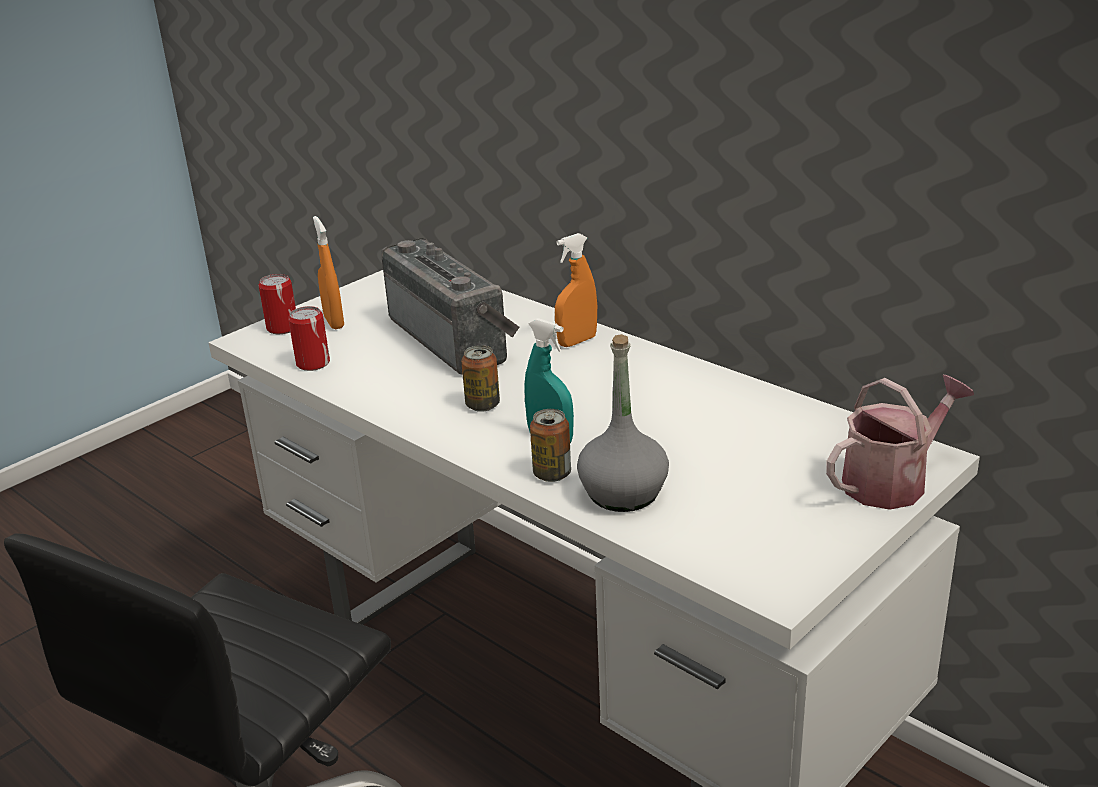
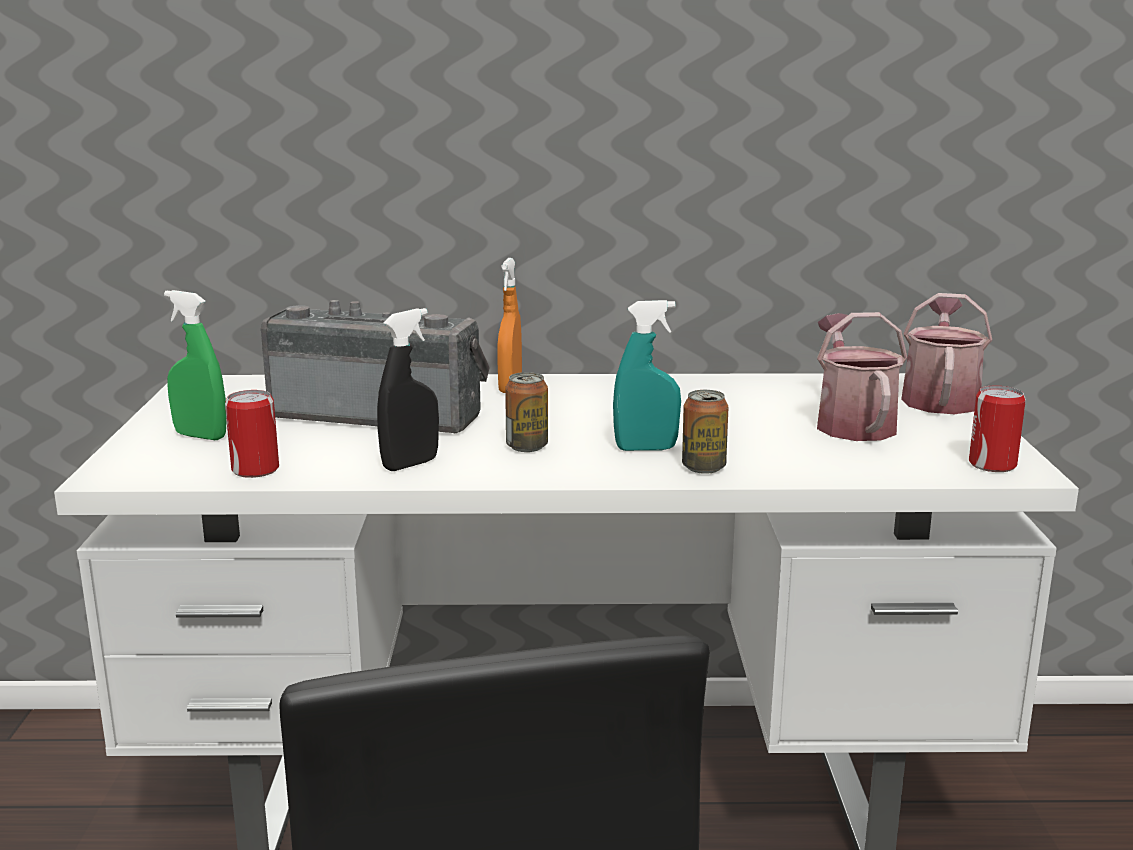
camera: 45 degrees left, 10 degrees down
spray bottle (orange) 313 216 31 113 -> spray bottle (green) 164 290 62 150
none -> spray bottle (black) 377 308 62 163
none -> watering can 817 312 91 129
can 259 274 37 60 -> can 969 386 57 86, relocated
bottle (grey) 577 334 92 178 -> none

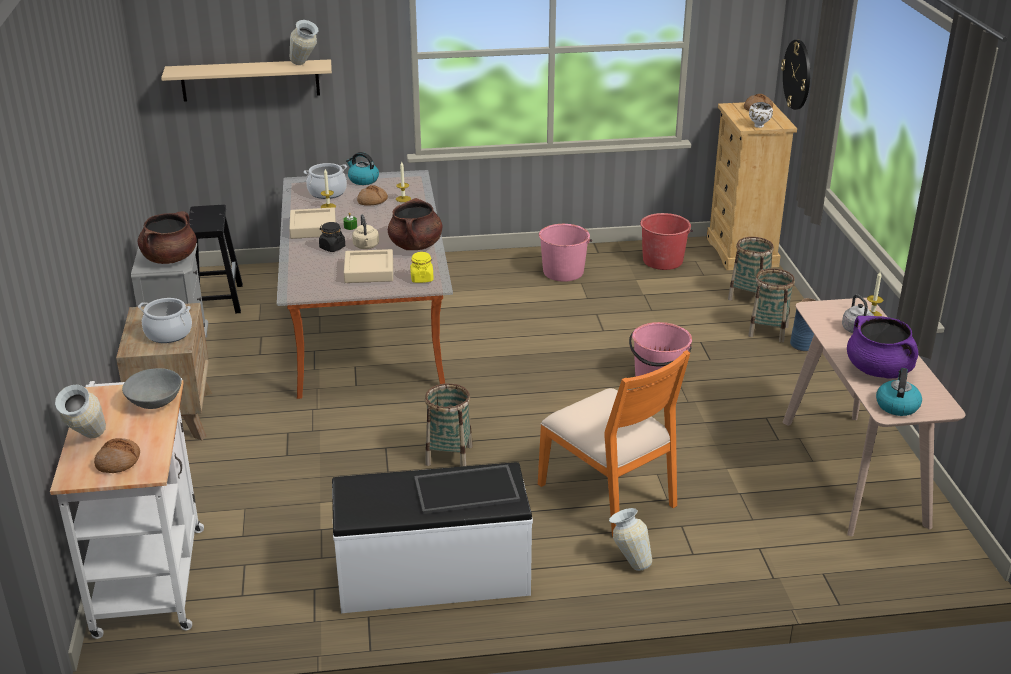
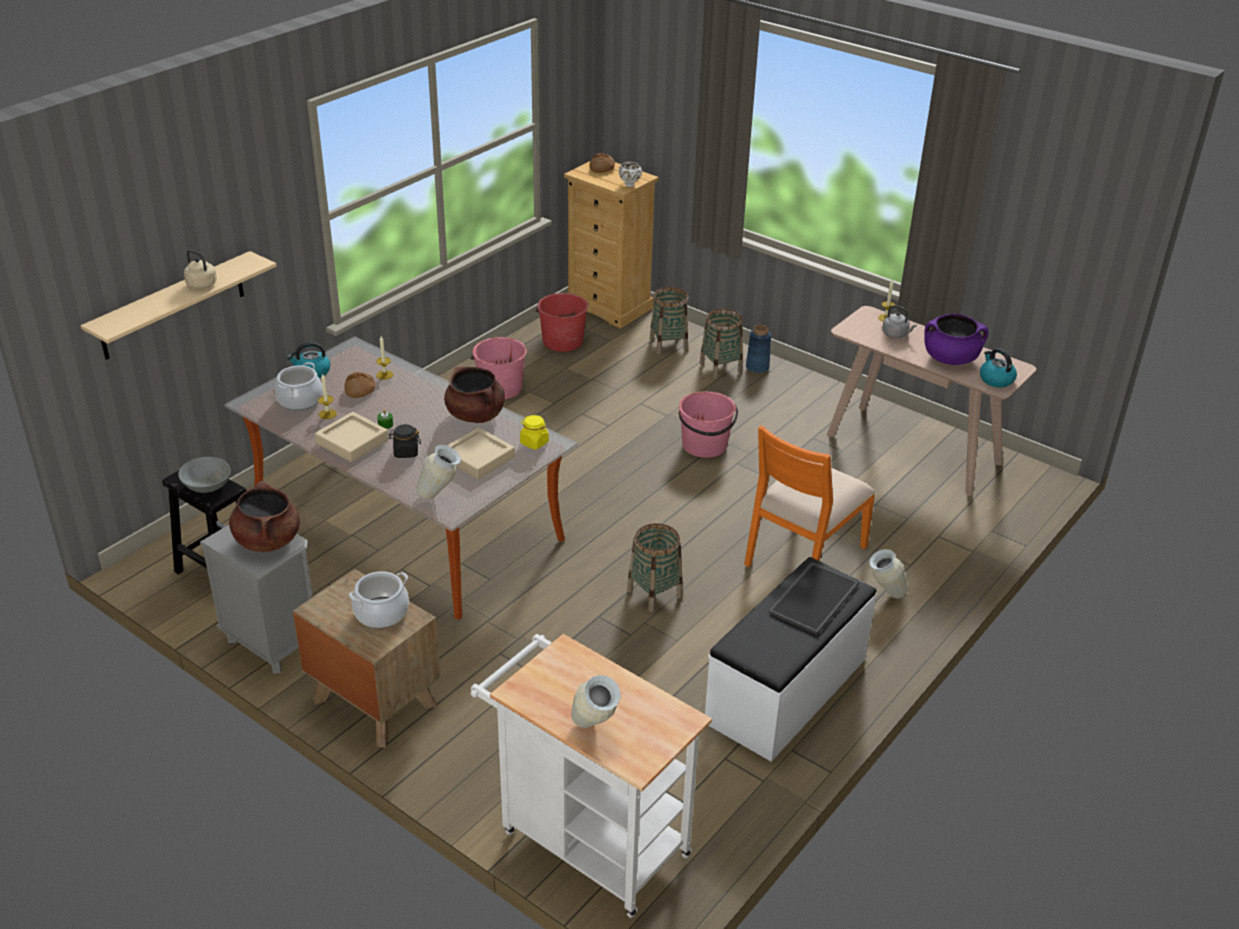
camera: 45 degrees left, 5 degrees up
bowl (grey) 122 368 59 41 -> bowl (grey) 178 457 52 36, relocated
kettle (beige) 352 214 27 35 -> kettle (beige) 184 250 33 39, relocated
vase 290 20 28 45 -> vase 416 445 45 54, relocated
chair (orange) 538 350 152 186 -> chair (orange) 744 426 132 141, 120 degrees clockwise
bread 94 438 46 35 -> none
wall clock 781 40 29 70 -> none

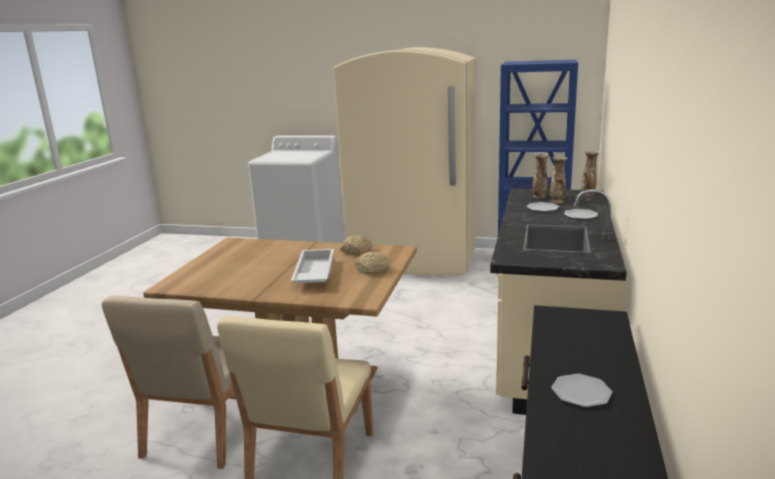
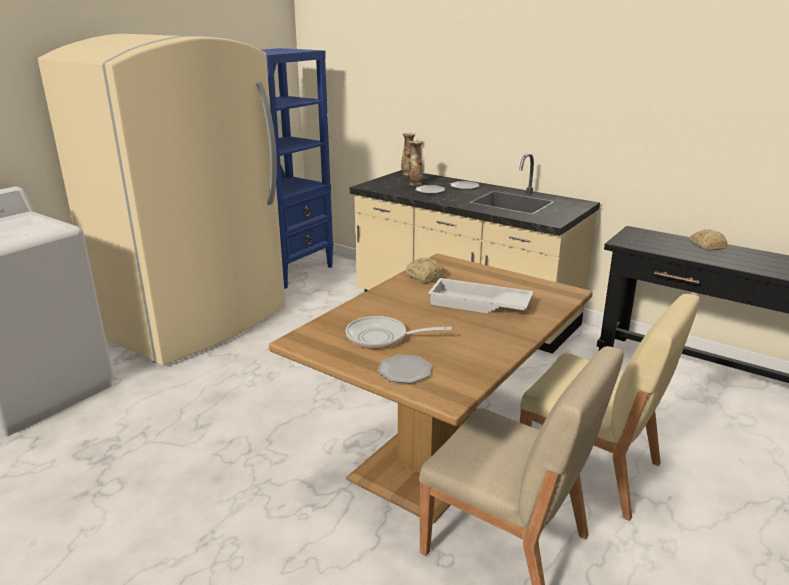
camera: 70 degrees left, 5 degrees up
none -> frying pan 346 316 106 33
plate 551 374 62 33 -> plate 378 355 54 29, relocated
bread 355 251 35 23 -> bread 689 229 38 22, relocated
vase 532 153 17 45 -> none

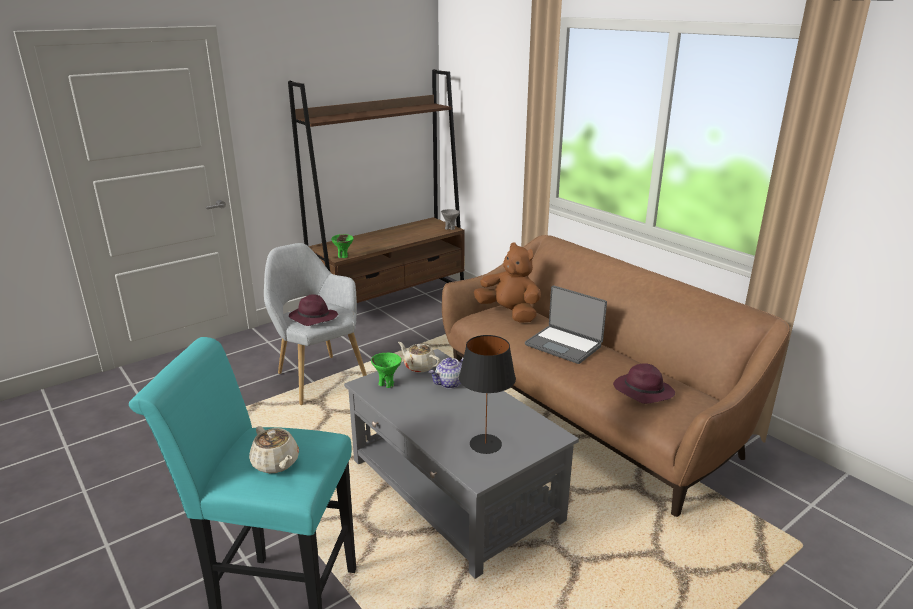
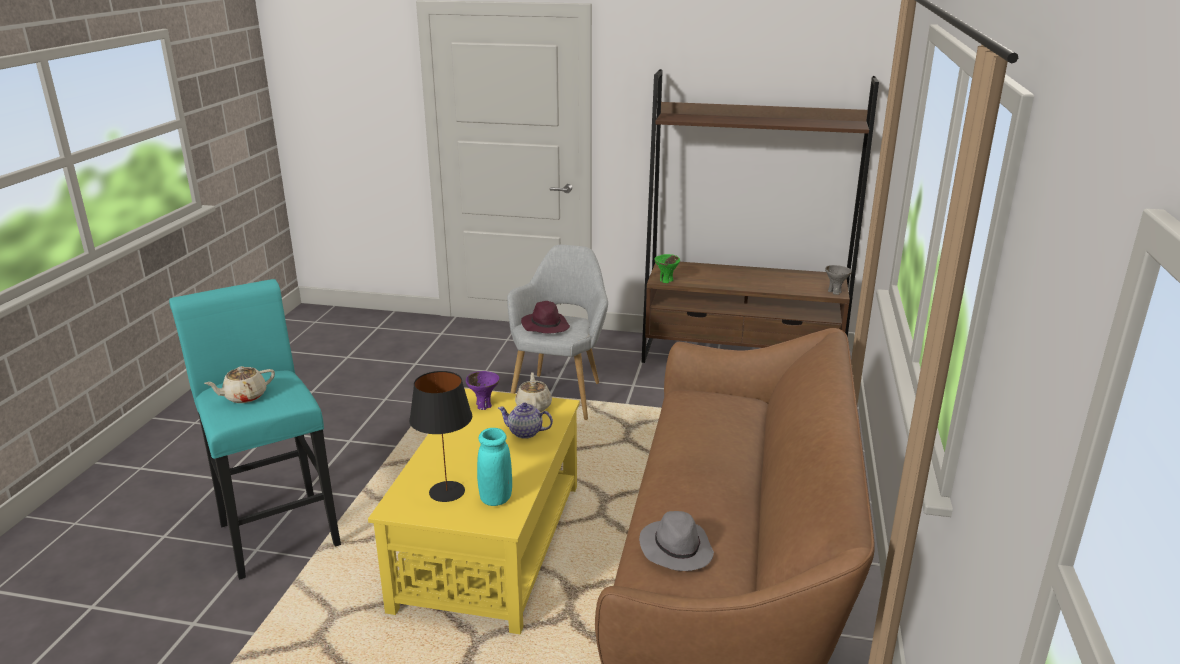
camera: 50 degrees right, 0 degrees up
teapot (beige) 249 426 50 48 -> teapot (beige) 204 366 71 37, 45 degrees clockwise
coffee table (grey) 344 349 235 230 -> coffee table (yellow) 368 389 212 245
bowl (green) 371 353 31 35 -> bowl (purple) 466 371 34 39
none -> vase (turquoise) 477 428 35 78
hat (purple) 613 363 62 41 -> hat (grey) 639 511 75 60
plush toy (brown) 474 243 67 80 -> none
laptop 525 285 82 79 -> none

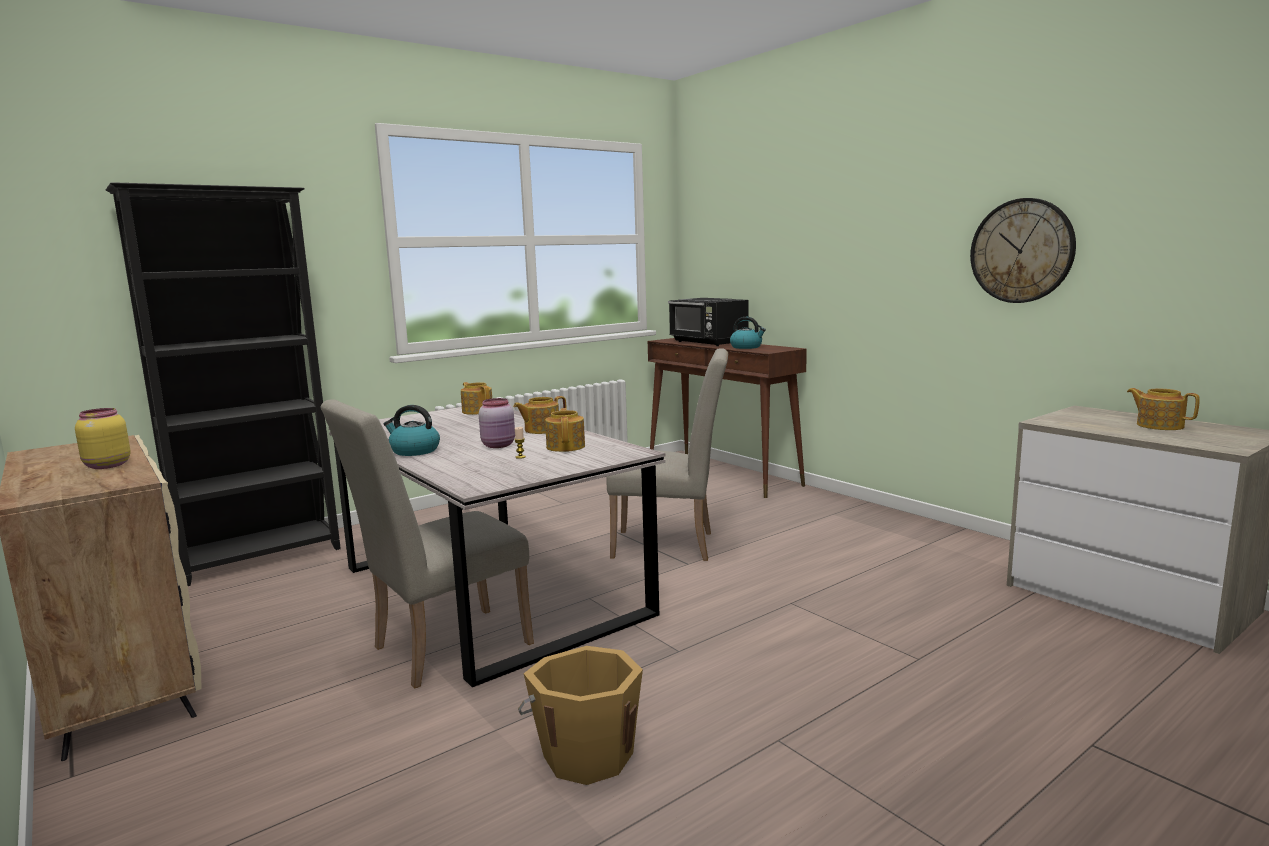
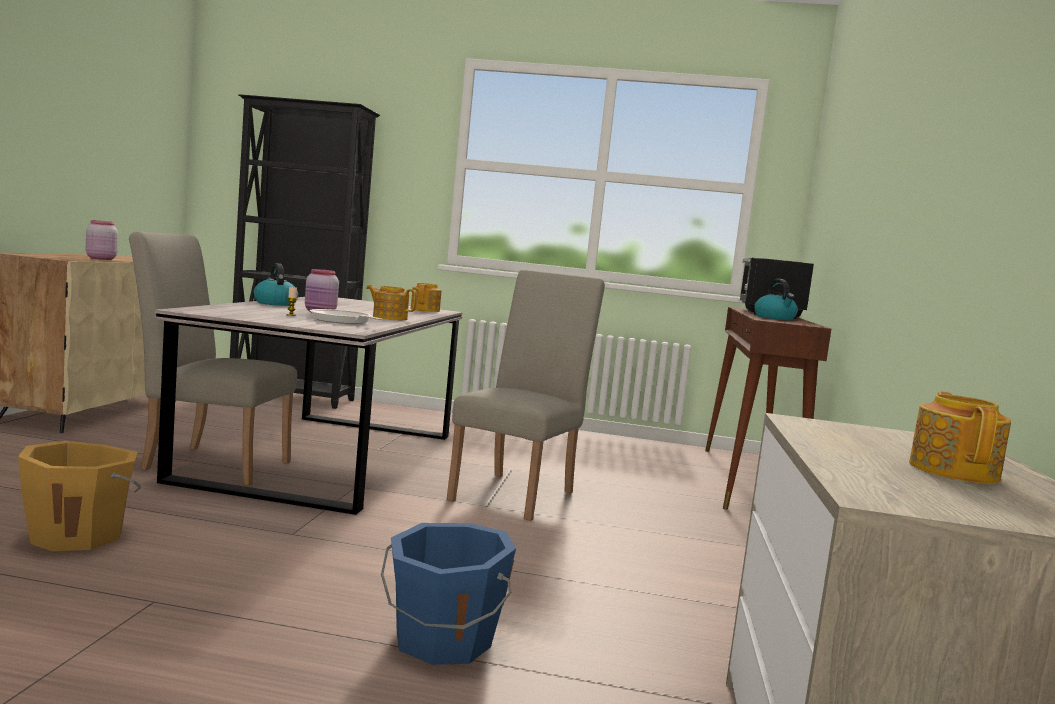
camera: 45 degrees right, 5 degrees down
jar (yellow) 75 408 56 61 -> jar (pink) 86 220 32 40
teapot 545 408 40 44 -> frying pan 310 309 72 15
none -> bucket (blue) 381 523 135 142
chair (beige) 607 348 121 213 -> chair (beige) 447 270 158 251, 120 degrees counterclockwise
wall clock 970 198 106 105 -> none

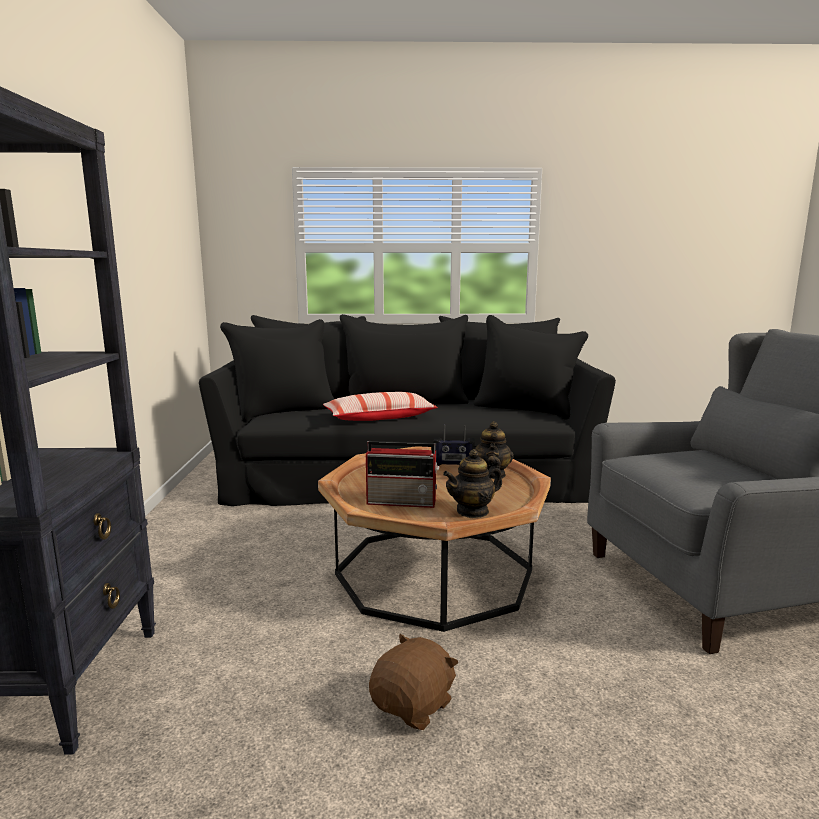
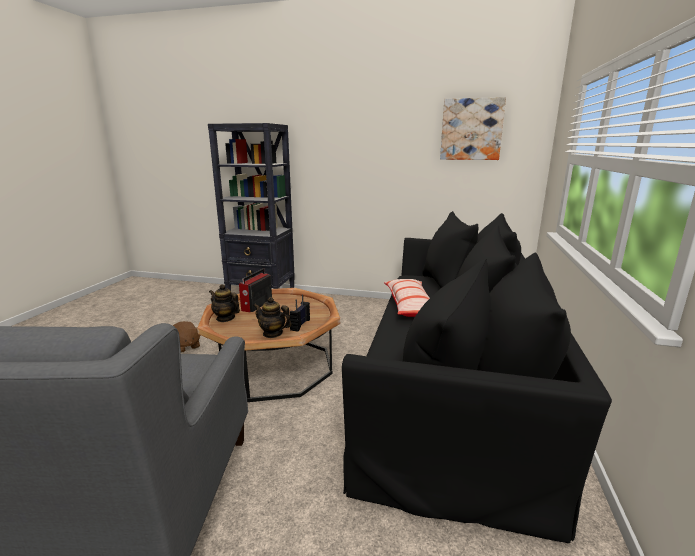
camera: 105 degrees right, 5 degrees up
teapot 443 449 59 69 -> teapot 209 284 31 38, 45 degrees counterclockwise
none -> picture 440 97 66 63

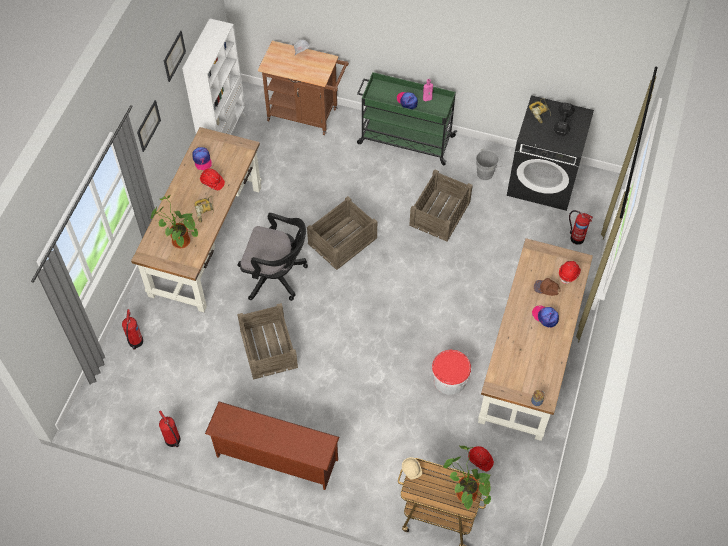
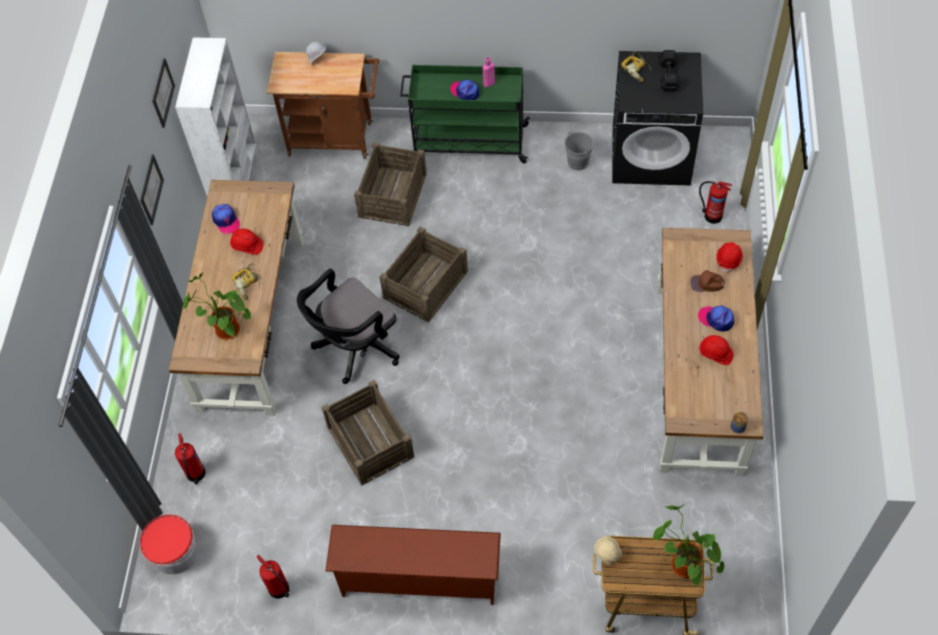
camera: 10 degrees left, 0 degrees up
bucket 432 350 39 45 -> bucket 140 514 57 60, relocated
office chair (black) 237 213 71 88 -> office chair (black) 297 269 103 115, 135 degrees clockwise
crate 409 169 64 72 -> crate 354 142 73 84, relocated
hard hat (red) 468 446 26 25 -> hard hat (red) 698 335 36 30, relocated

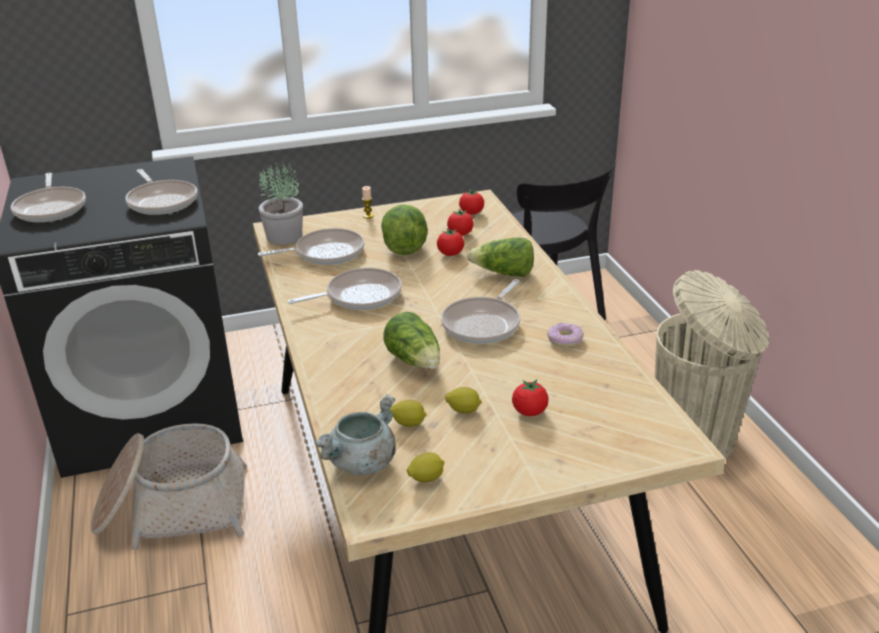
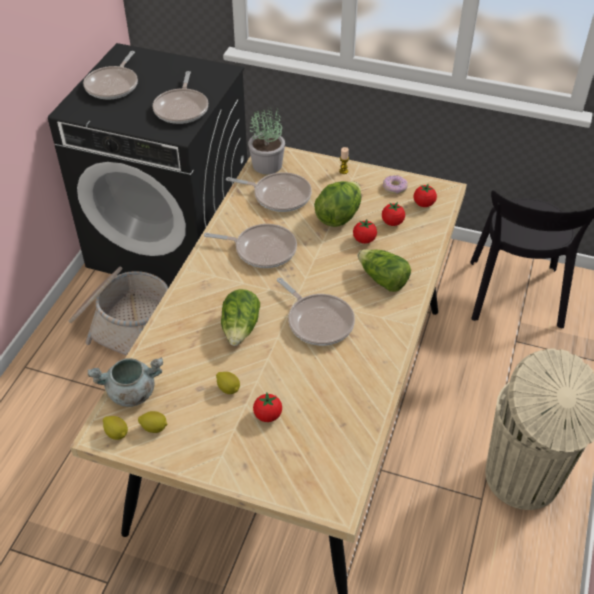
camera: 35 degrees right, 15 degrees up
lemon 390 400 37 27 -> lemon 103 416 25 24, relocated
frying pan 441 279 79 65 -> frying pan 277 278 78 68, 105 degrees counterclockwise
donut 547 323 37 25 -> donut 383 175 25 19, relocated

